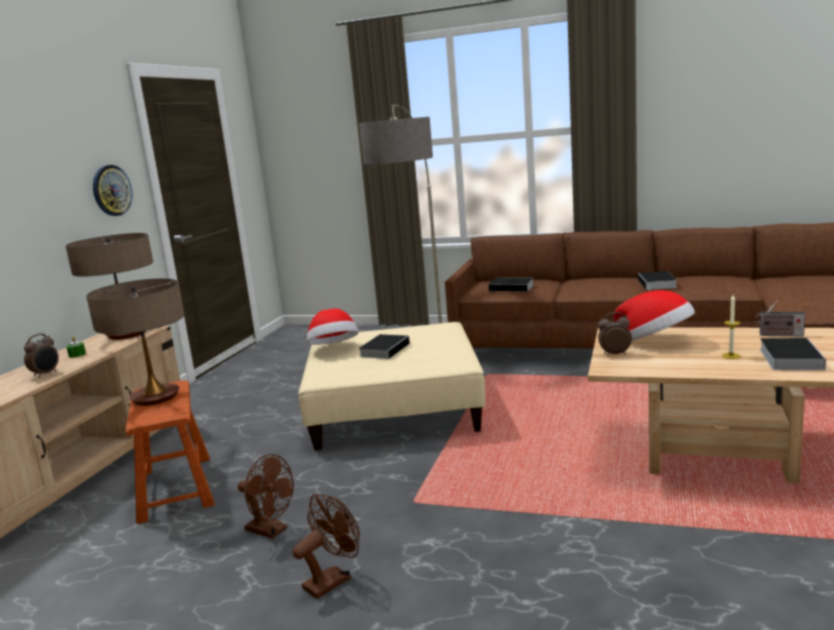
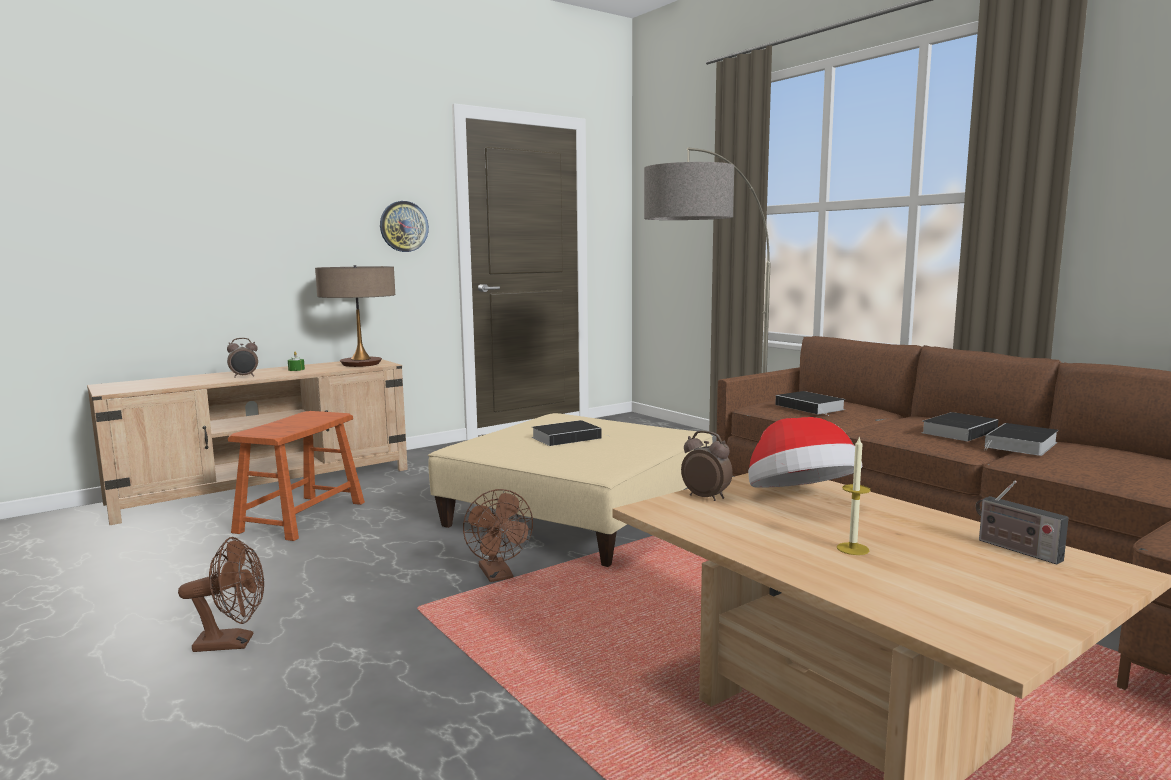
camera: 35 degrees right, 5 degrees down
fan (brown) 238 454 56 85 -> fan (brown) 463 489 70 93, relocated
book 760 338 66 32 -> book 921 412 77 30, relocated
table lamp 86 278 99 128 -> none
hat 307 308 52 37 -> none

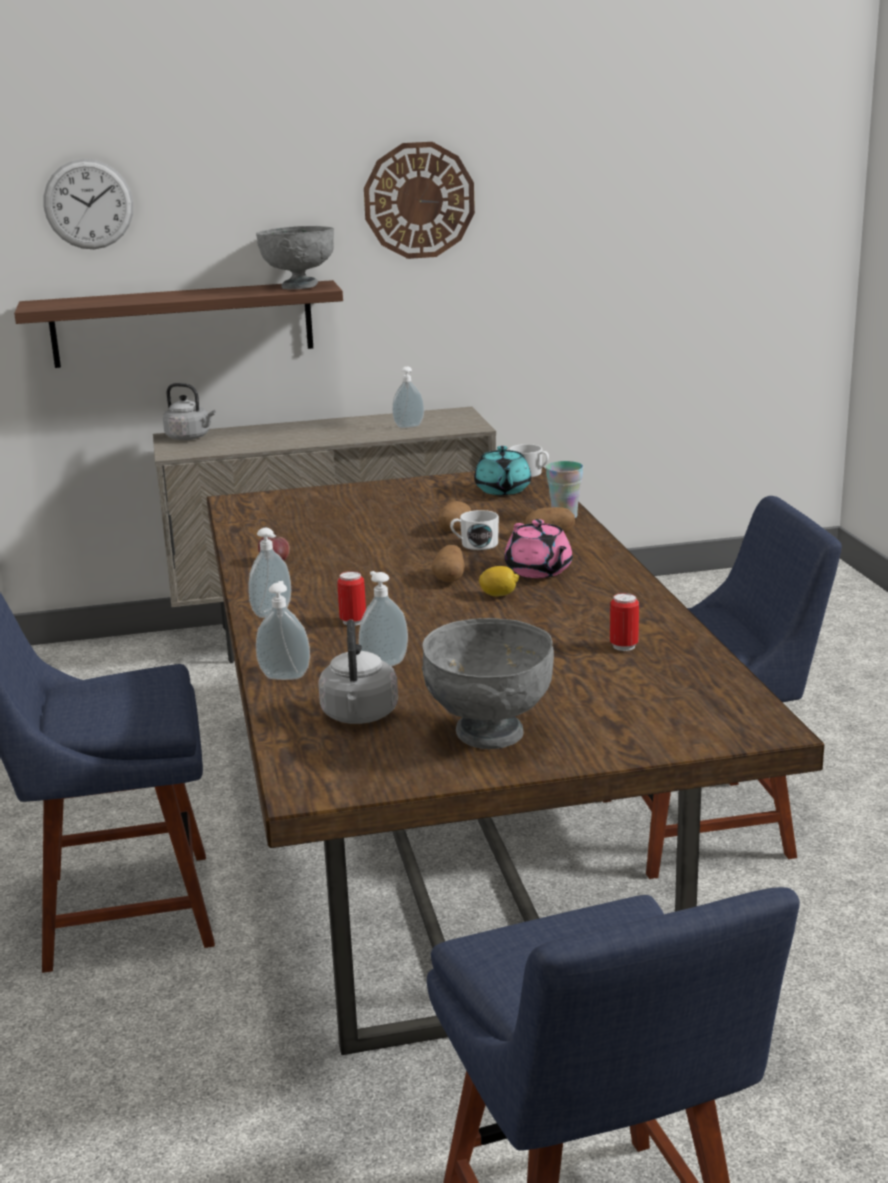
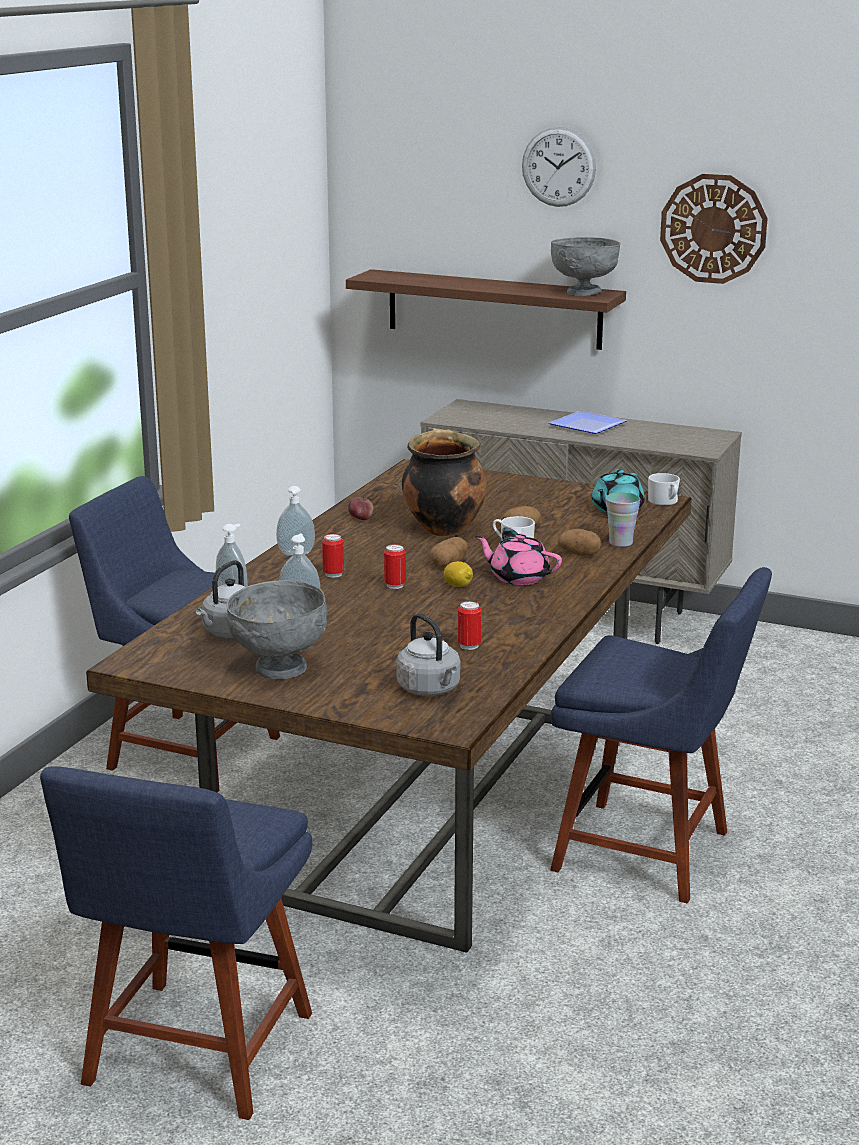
camera: 35 degrees right, 0 degrees up
none -> can 384 544 22 45
kettle (grey) 163 383 53 57 -> kettle (grey) 396 613 64 83, relocated
none -> cooking pot 402 428 85 109
teapot (pink) 504 519 68 59 -> teapot (pink) 475 534 87 51, 105 degrees clockwise
wall clock 44 159 89 90 -> wall clock 522 127 74 80, relocated
none -> plate 549 411 78 23
soap dispenser 392 366 32 62 -> none

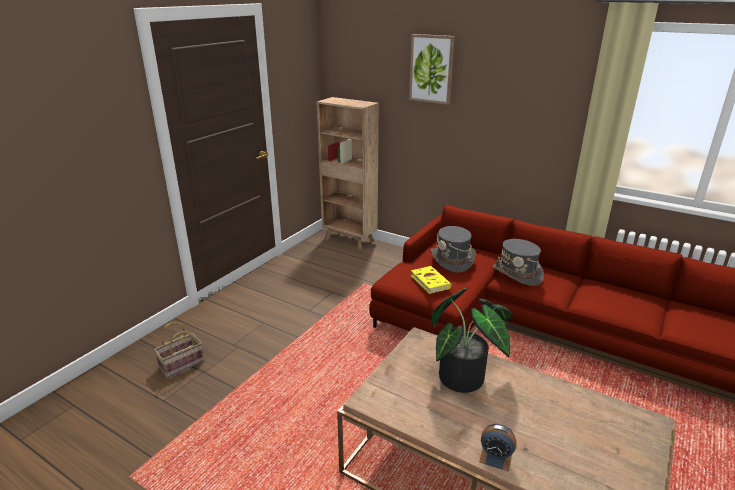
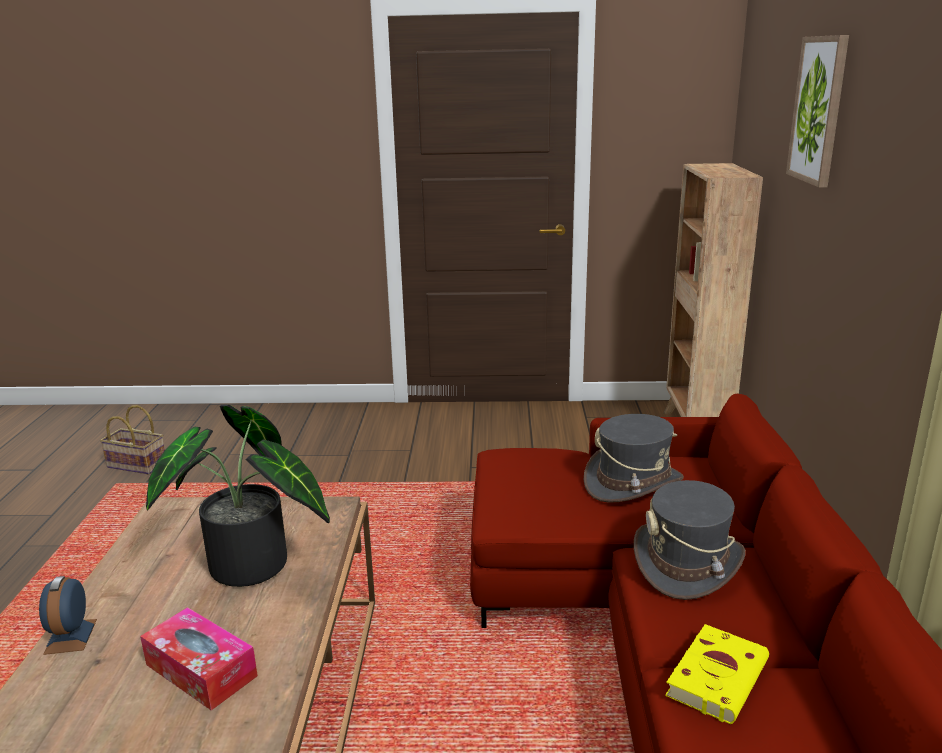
camera: 60 degrees right, 5 degrees down
basket 154 322 50 56 -> basket 100 405 65 70, relocated
none -> tissue box 140 607 118 103
book (yellow) 411 266 41 28 -> book (yellow) 665 624 104 100, relocated

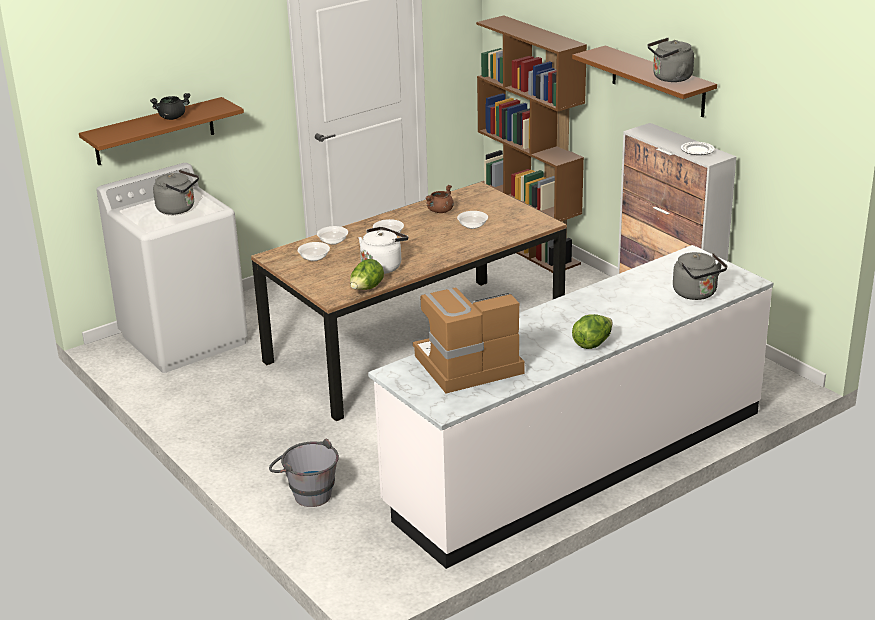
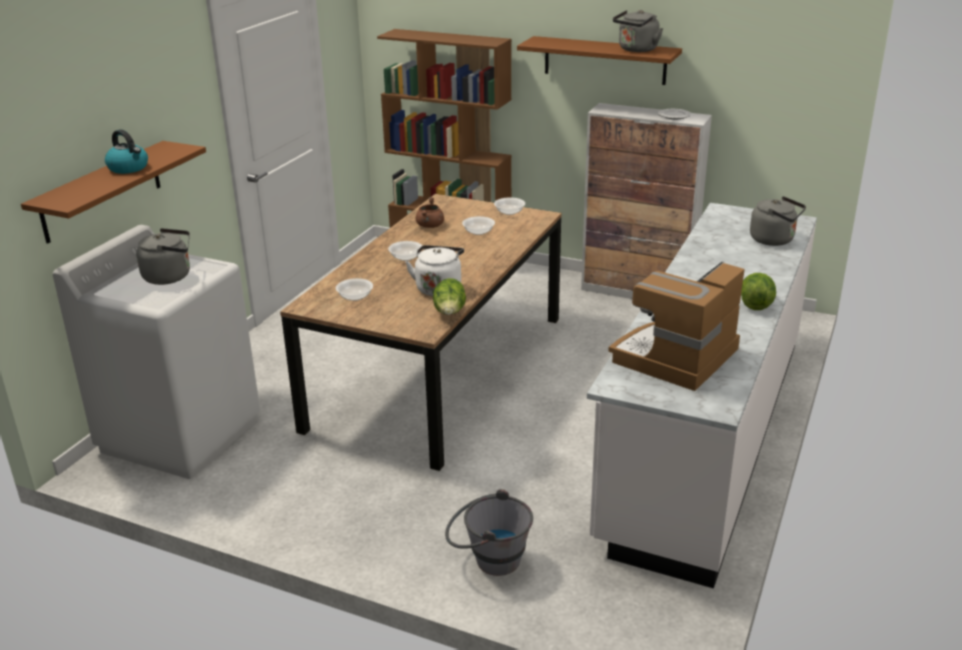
camera: 30 degrees left, 0 degrees up
cooking pot (black) 150 93 40 27 -> kettle 105 129 43 45
bowl 317 226 31 19 -> bowl 494 197 31 18, relocated

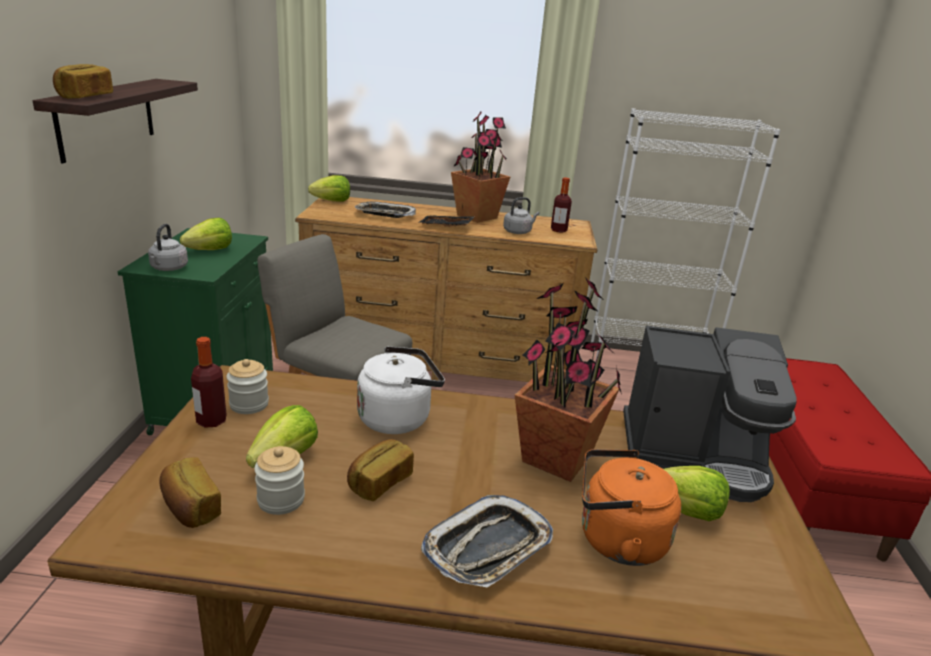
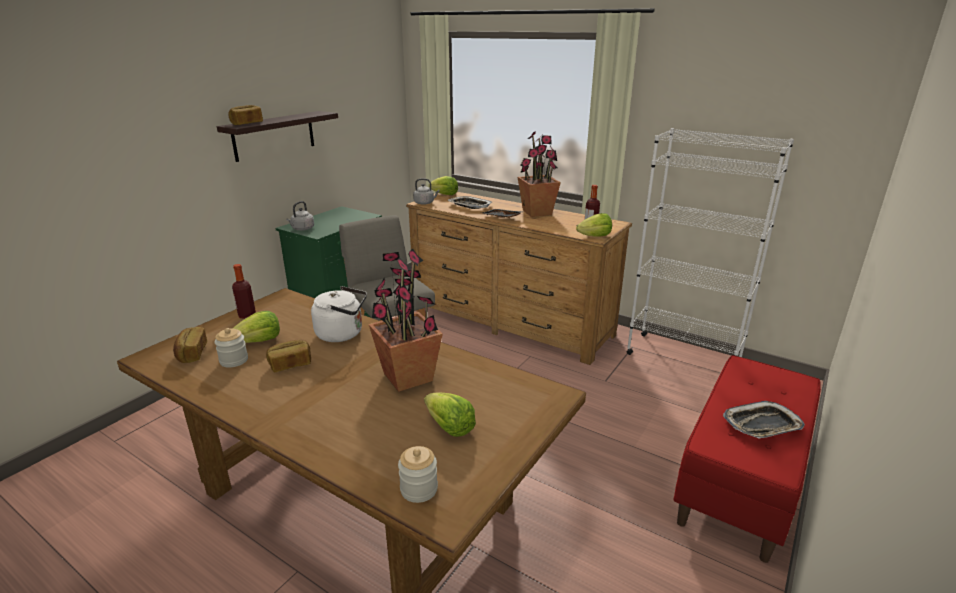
camera: 30 degrees right, 0 degrees up
jar 227 359 42 55 -> jar 398 446 40 57, relocated
kettle (grey) 503 197 37 37 -> kettle (grey) 413 178 26 27, relocated
lettuce 180 218 52 32 -> lettuce 576 213 36 24, relocated
tray 421 495 132 93 -> tray 723 401 82 37, relocated
kettle (orange) 582 449 99 117 -> none
coffee machine 623 325 174 177 -> none

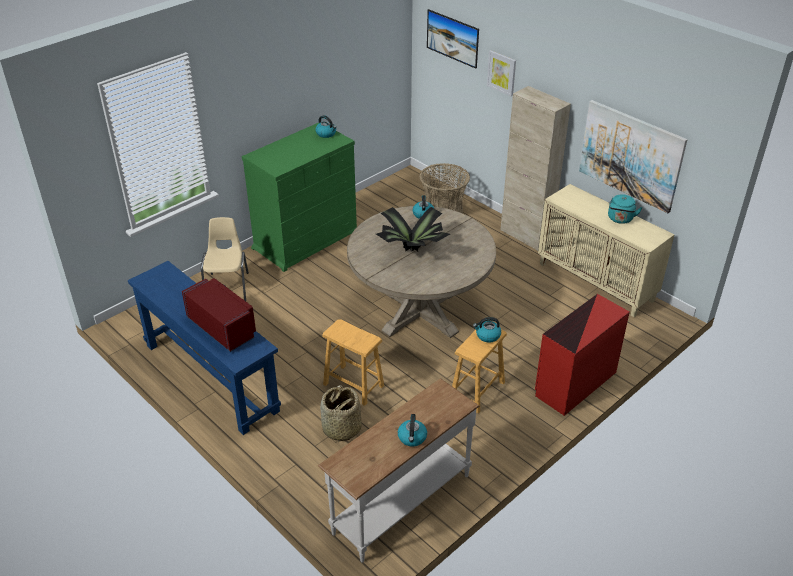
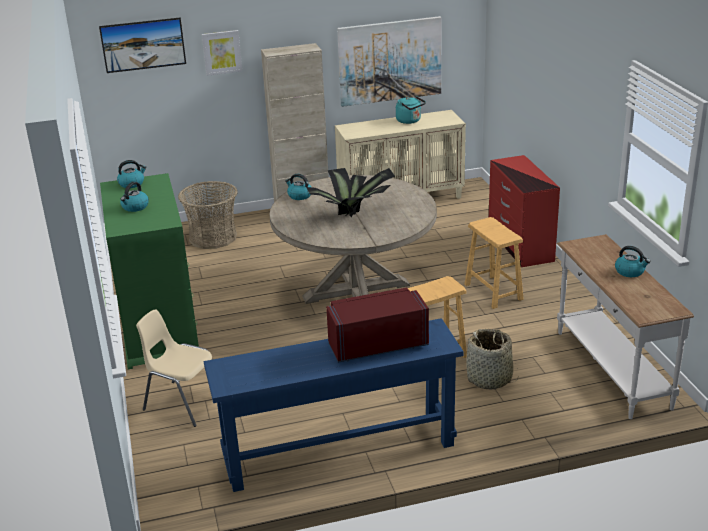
camera: 60 degrees left, 10 degrees down
kettle 473 317 28 26 -> kettle 120 182 29 30, relocated

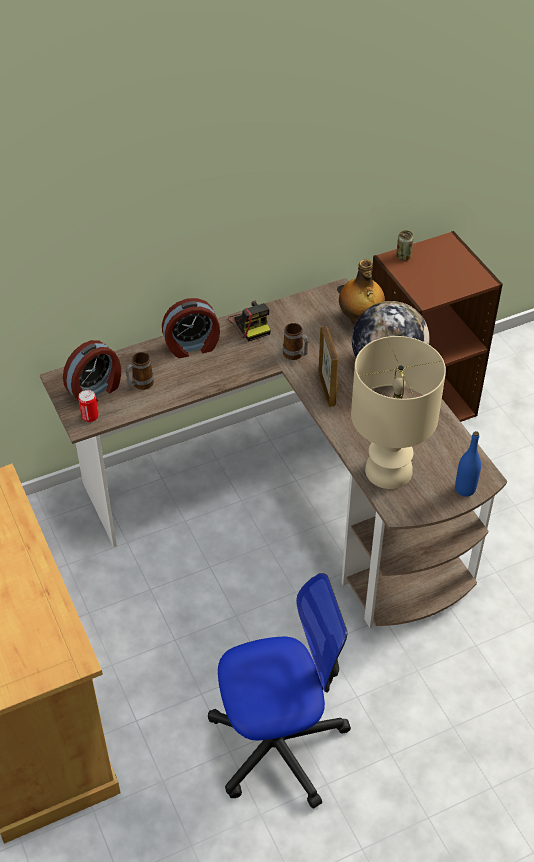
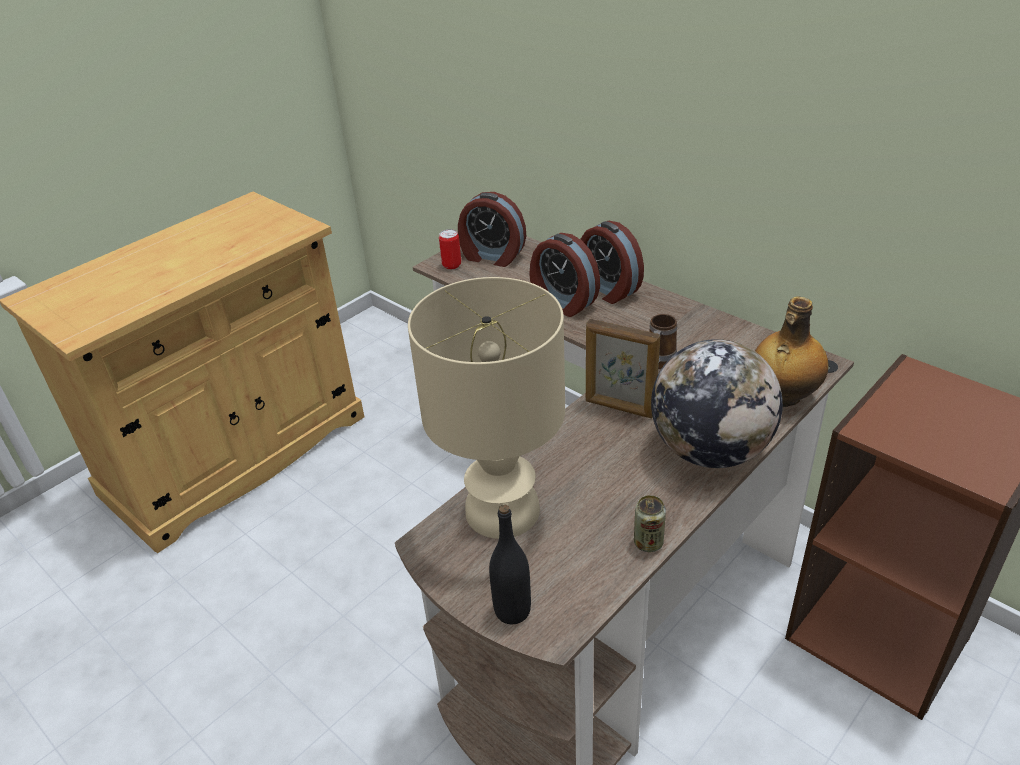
camera: 70 degrees right, 10 degrees down
bottle (blue) 455 431 26 66 -> bottle (black) 489 505 42 119
none -> alarm clock 529 233 71 84
picture frame 318 326 21 81 -> picture frame 586 319 74 99, 60 degrees clockwise
can 396 230 18 31 -> can 634 495 32 57, relocated
mug 125 352 29 38 -> none
office chair 208 573 143 236 -> none
photo camera 228 301 43 40 -> none

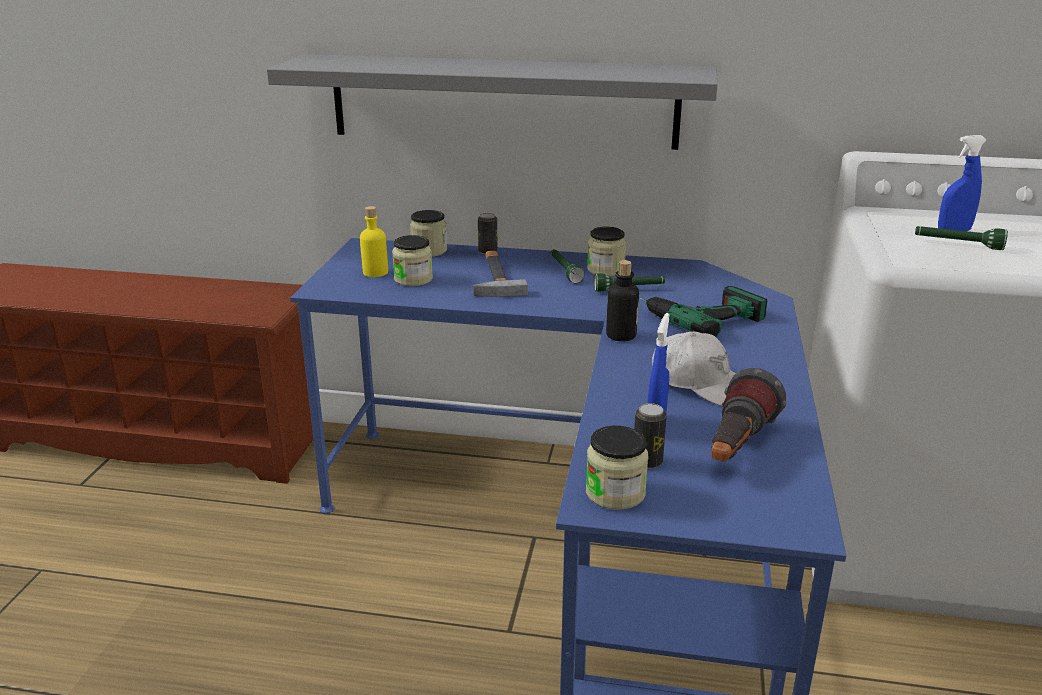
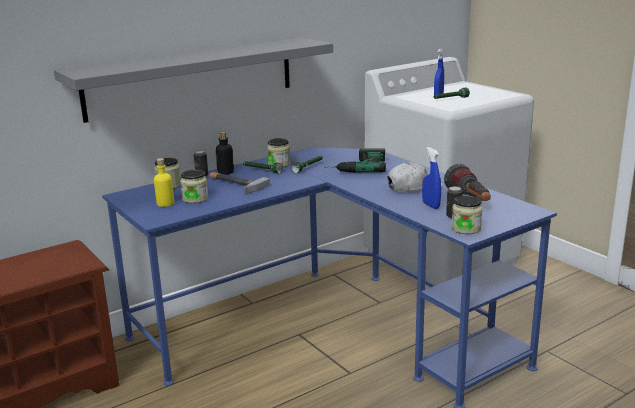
camera: 45 degrees left, 5 degrees down
bottle 606 260 33 81 -> bottle 216 132 18 43, relocated

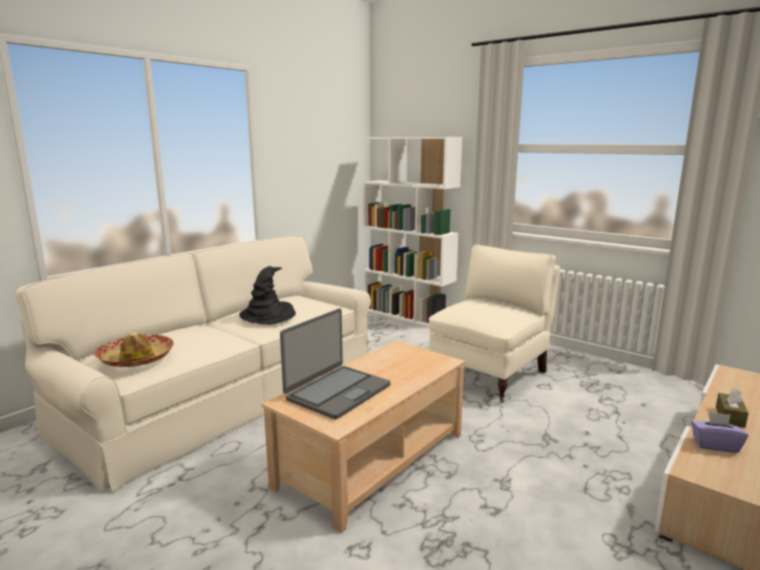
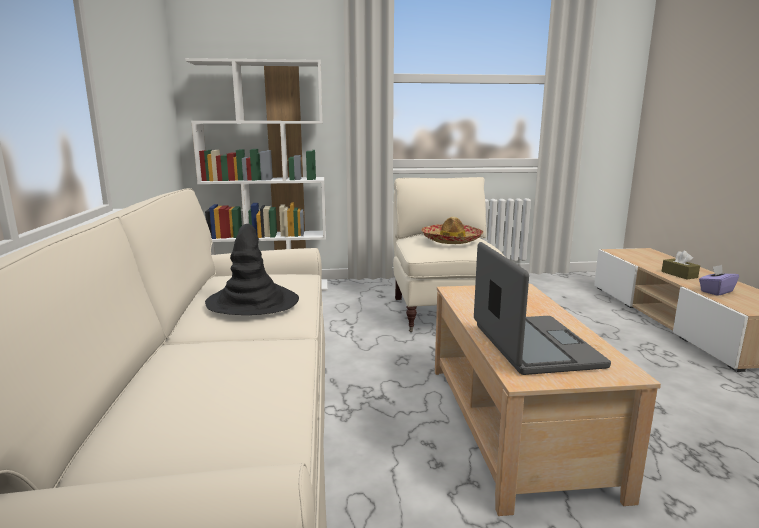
camera: 45 degrees left, 0 degrees up
hat 94 332 80 35 -> hat 421 217 62 27, relocated

